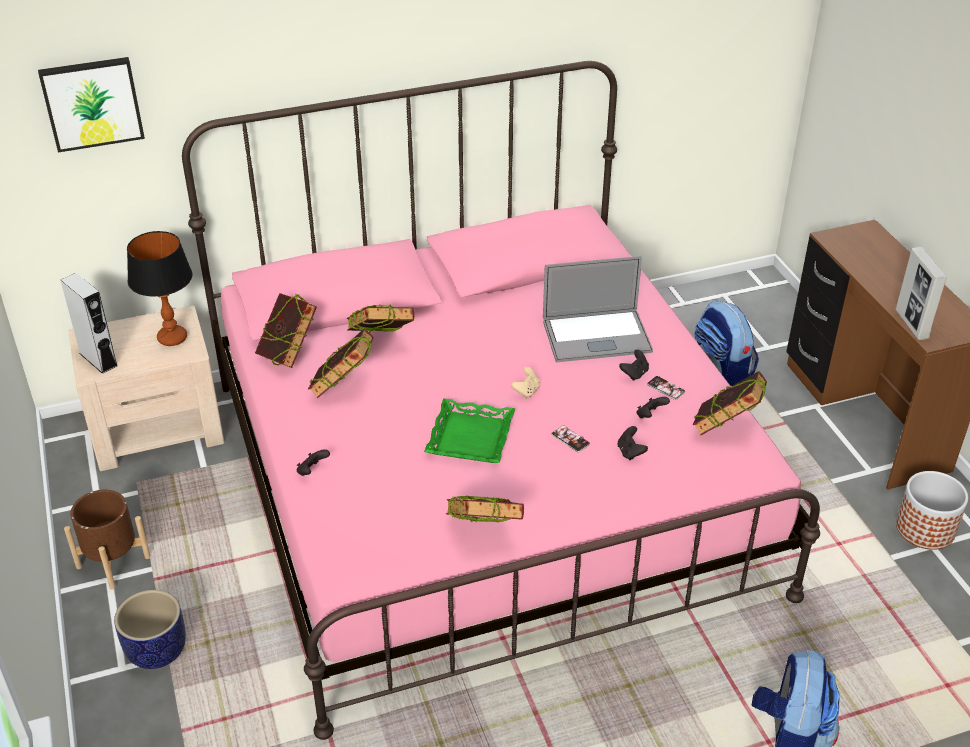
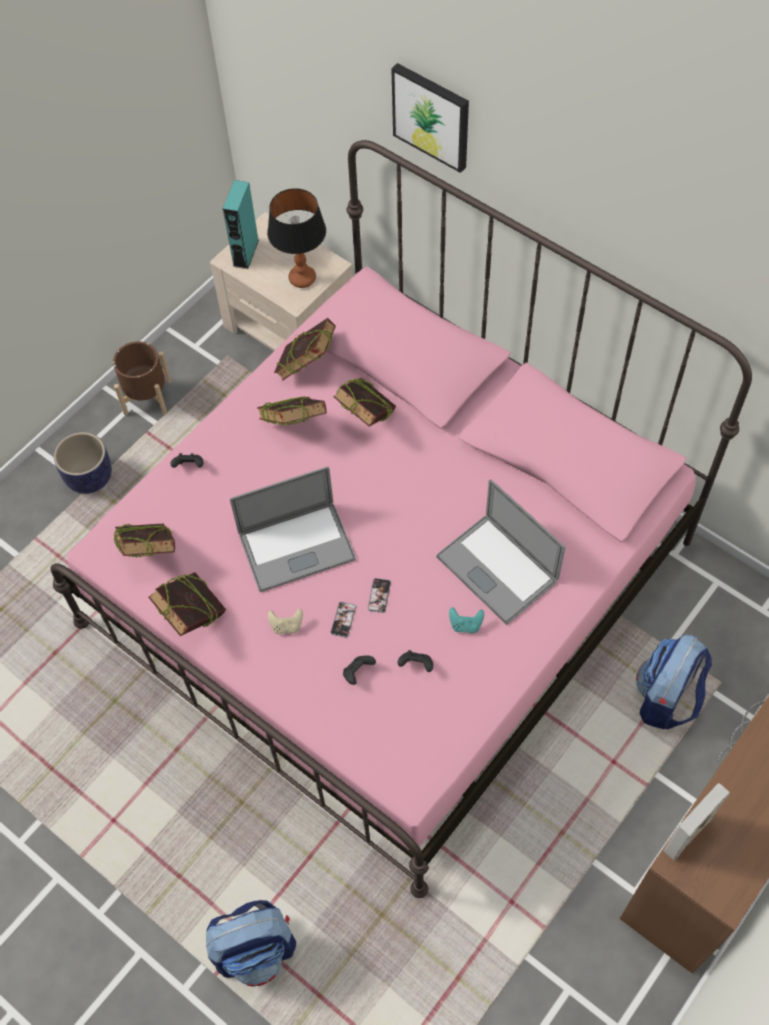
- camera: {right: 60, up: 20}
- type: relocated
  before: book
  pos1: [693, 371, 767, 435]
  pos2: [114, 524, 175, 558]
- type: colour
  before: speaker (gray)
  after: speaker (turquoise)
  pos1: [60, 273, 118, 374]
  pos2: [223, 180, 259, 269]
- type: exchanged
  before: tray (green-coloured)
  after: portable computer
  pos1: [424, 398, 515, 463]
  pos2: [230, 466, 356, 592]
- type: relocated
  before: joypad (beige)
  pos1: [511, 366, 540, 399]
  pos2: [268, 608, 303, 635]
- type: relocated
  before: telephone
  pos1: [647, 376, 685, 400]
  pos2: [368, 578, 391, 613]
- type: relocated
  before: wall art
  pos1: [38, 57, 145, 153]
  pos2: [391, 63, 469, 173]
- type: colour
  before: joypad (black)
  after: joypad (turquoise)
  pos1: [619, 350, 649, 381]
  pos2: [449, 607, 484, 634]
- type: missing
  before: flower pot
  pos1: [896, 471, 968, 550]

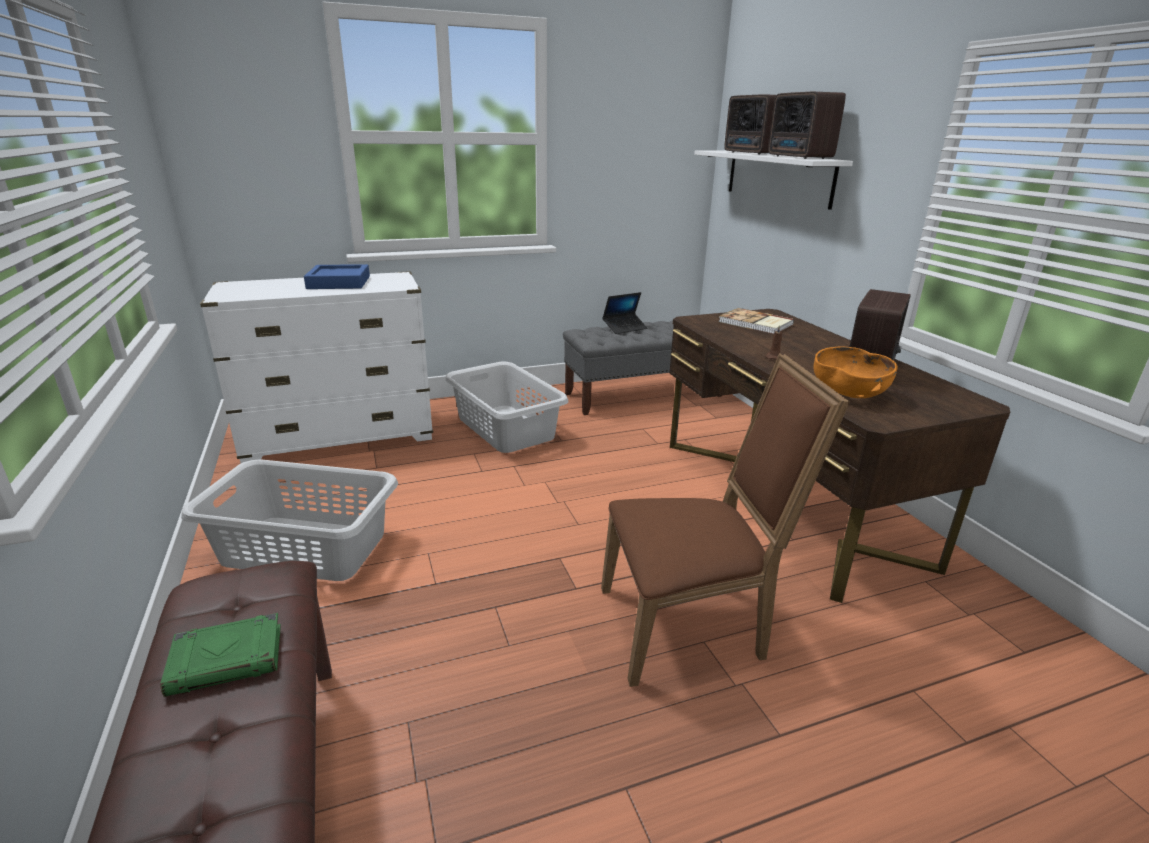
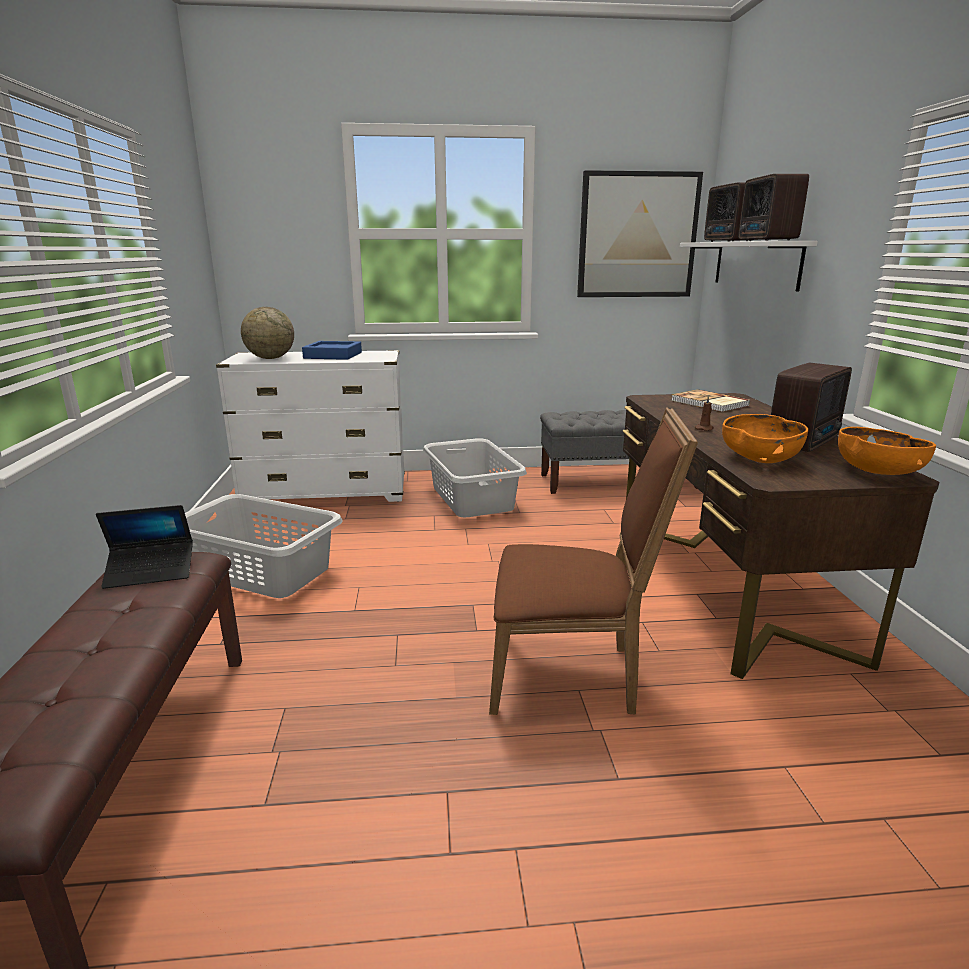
- camera: {right: 15, up: -5}
- type: relocated
  before: portable computer
  pos1: [602, 292, 648, 334]
  pos2: [96, 505, 193, 589]
- type: appeared
  after: globe
  pos2: [241, 307, 294, 359]
- type: appeared
  after: wall art
  pos2: [577, 170, 703, 297]
- type: appeared
  after: deep dish (orange-coloured)
  pos2: [838, 427, 936, 475]
- type: missing
  before: book (green-coloured)
  pos1: [160, 613, 281, 697]

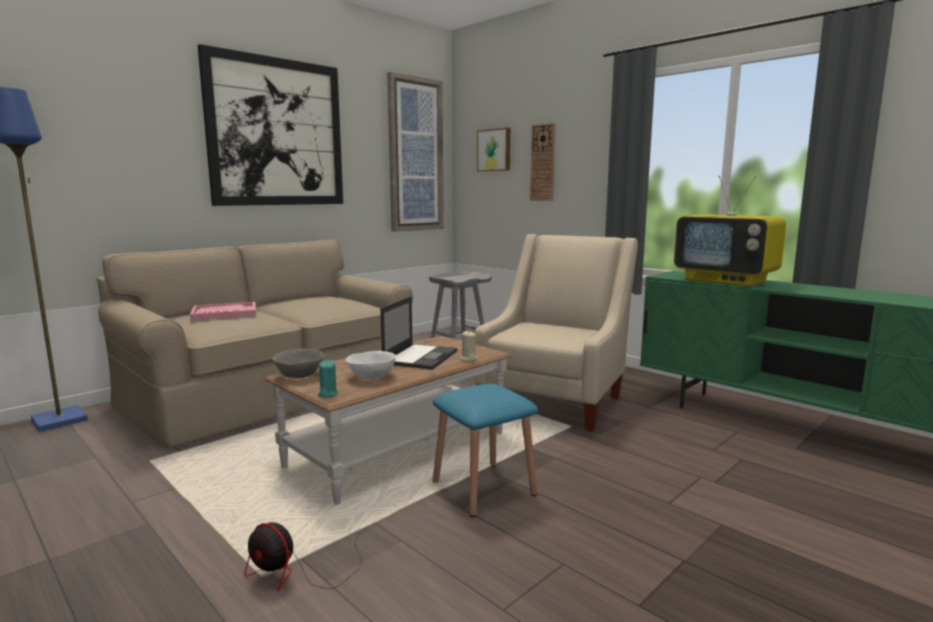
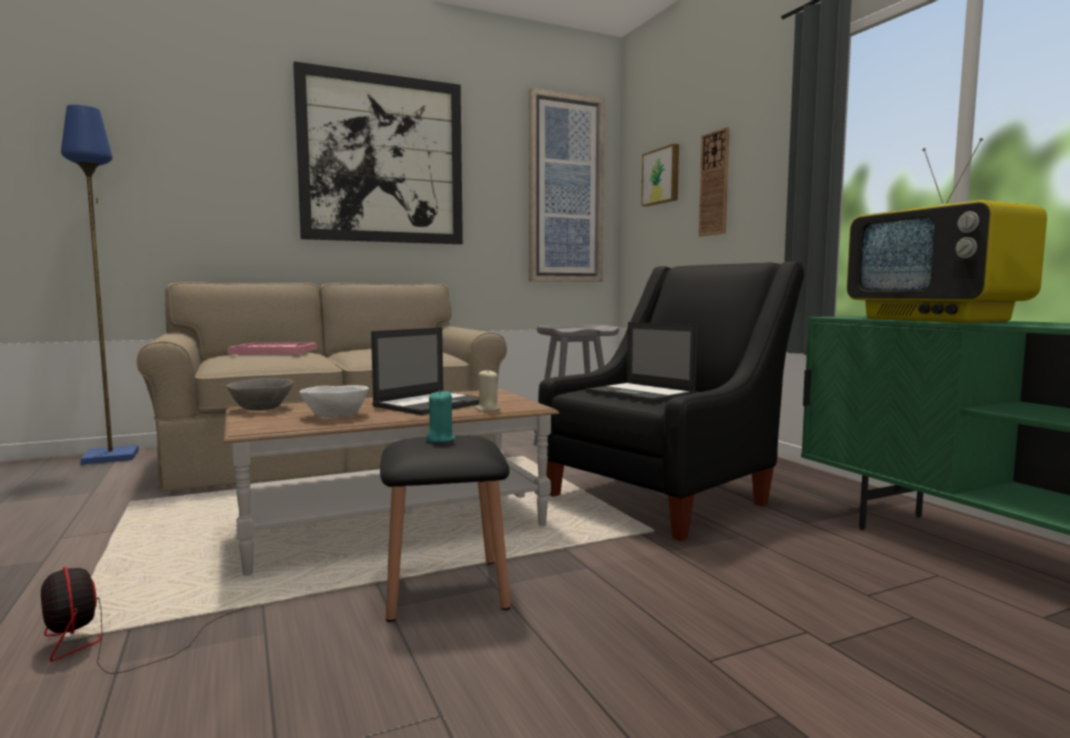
- camera: {right: 20, up: -5}
- type: colour
  before: stool (bluish)
  after: stool (black)
  pos1: [433, 384, 538, 517]
  pos2: [380, 435, 511, 622]
- type: relocated
  before: wax candle (turquoise)
  pos1: [318, 360, 339, 398]
  pos2: [426, 390, 455, 442]
- type: colour
  before: armchair (beige)
  after: armchair (black)
  pos1: [474, 234, 638, 431]
  pos2: [538, 261, 804, 541]
- type: appeared
  after: portable computer
  pos2: [585, 322, 697, 403]

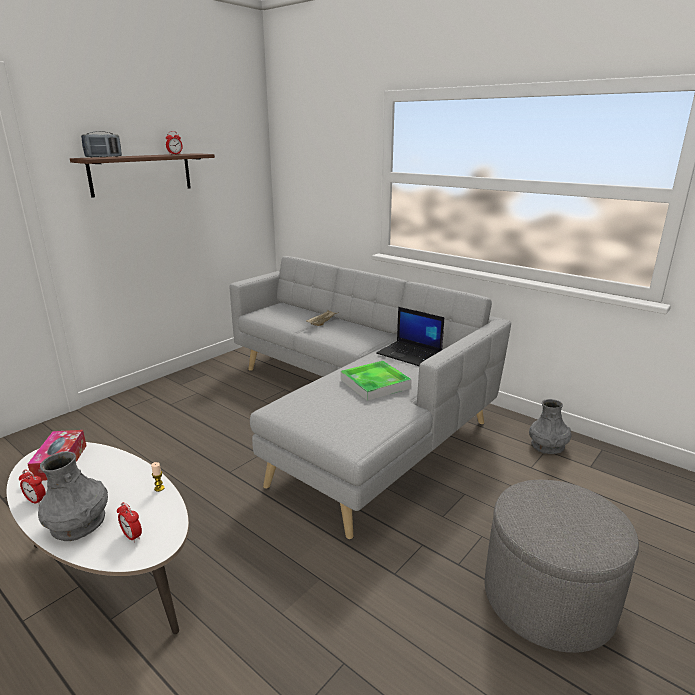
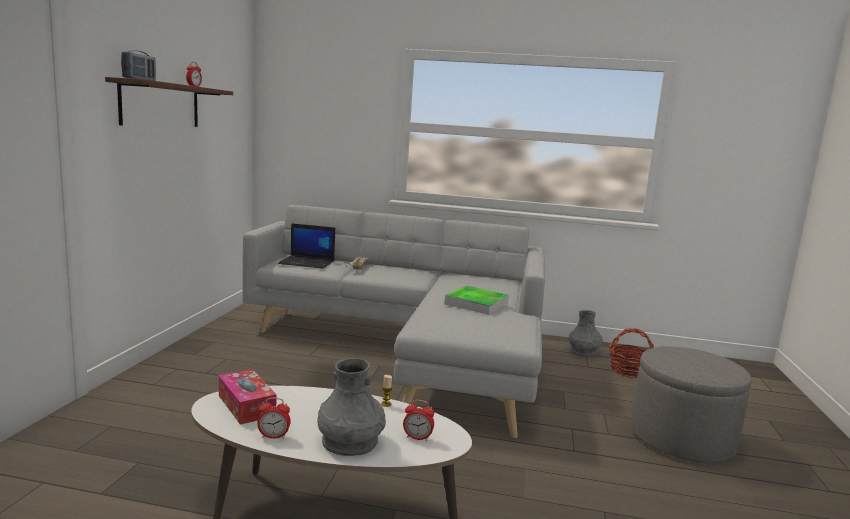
- camera: {right: -30, up: -10}
- type: relocated
  before: portable computer
  pos1: [376, 307, 444, 366]
  pos2: [278, 223, 335, 269]
- type: appeared
  after: household basket
  pos2: [609, 328, 654, 378]

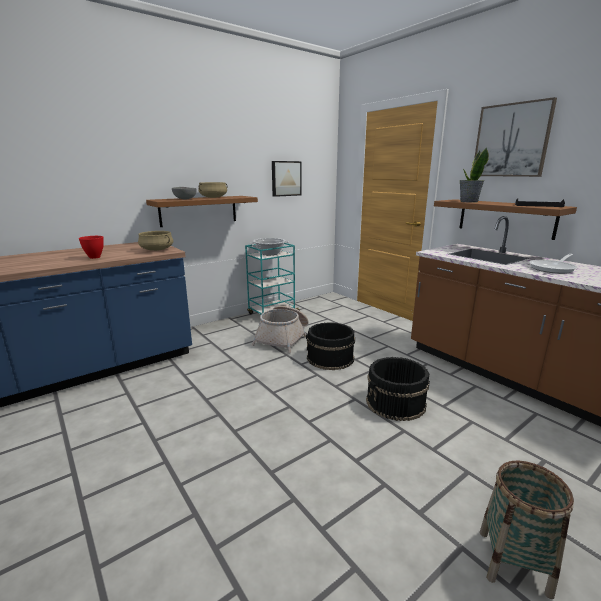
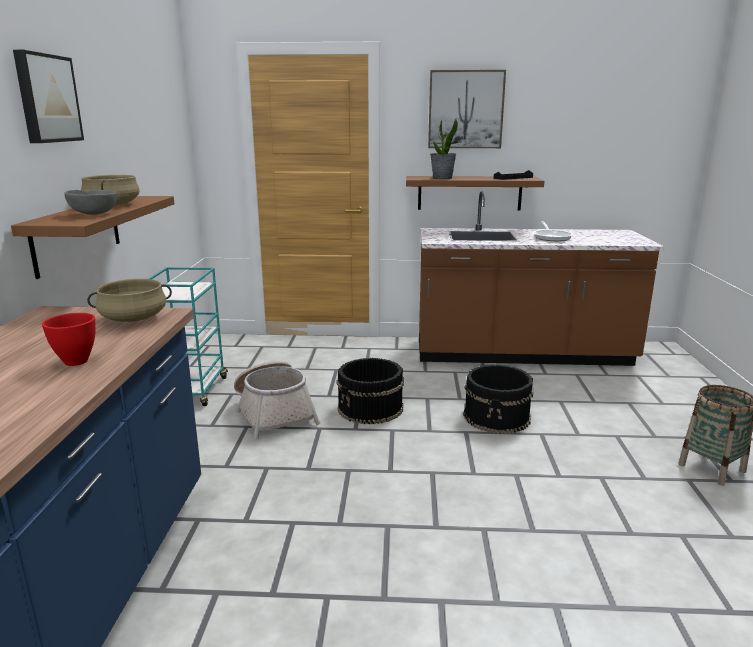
- camera: {right: -50, up: 0}
- type: relocated
  before: wall art
  pos1: [272, 161, 301, 197]
  pos2: [13, 50, 84, 143]
- type: missing
  before: stockpot
  pos1: [250, 238, 289, 255]

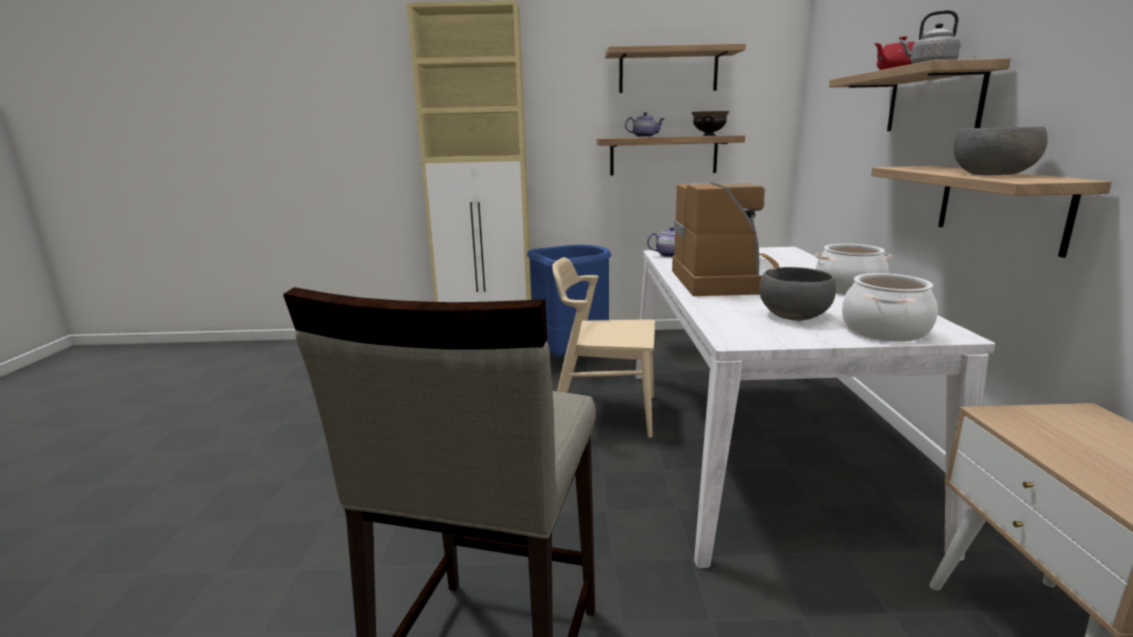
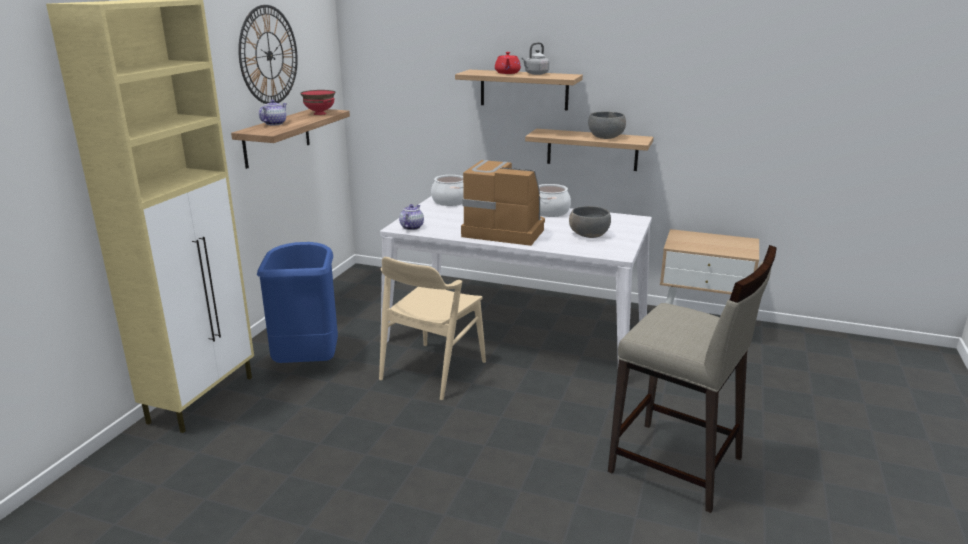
- camera: {right: -70, up: 5}
- type: exchanged
  before: shelf
  after: wall clock
  pos1: [605, 44, 746, 93]
  pos2: [238, 5, 298, 104]
- type: colour
  before: deep dish (black)
  after: deep dish (reddish)
  pos1: [692, 111, 729, 136]
  pos2: [300, 90, 335, 115]
- type: relocated
  before: stockpot
  pos1: [842, 273, 938, 342]
  pos2: [431, 175, 464, 206]

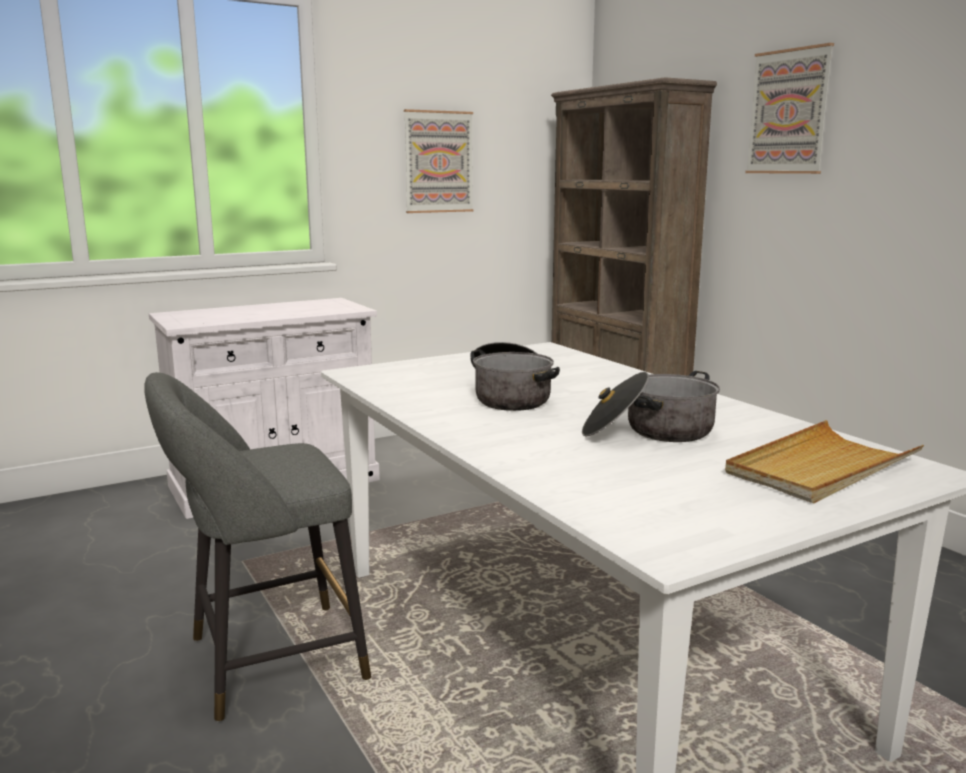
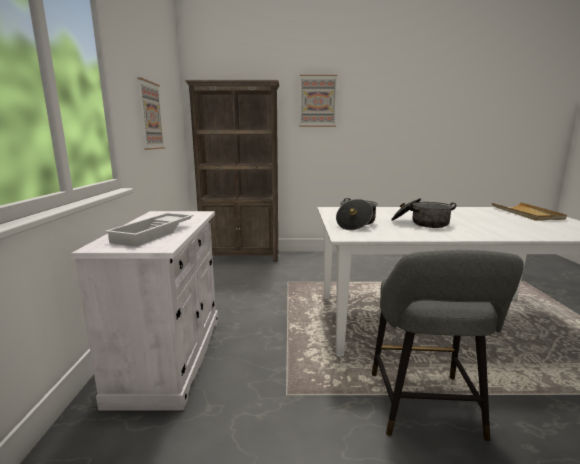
- camera: {right: -60, up: 0}
- type: appeared
  after: tray (whitish)
  pos2: [105, 213, 193, 247]
- type: relocated
  before: stockpot
  pos1: [582, 371, 720, 442]
  pos2: [336, 198, 377, 230]

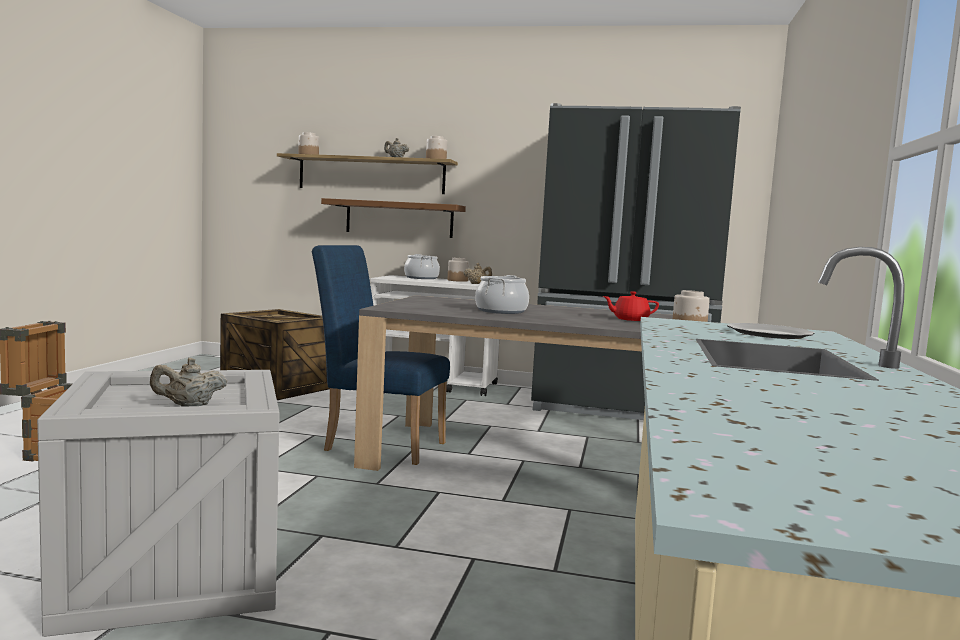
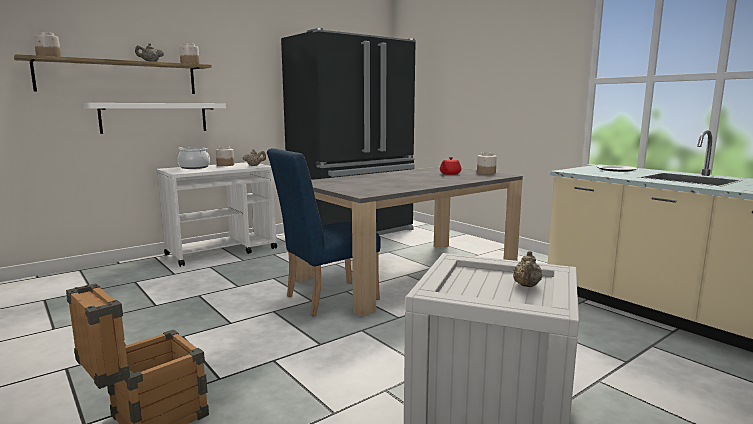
- camera: {right: -50, up: 5}
- type: colour
  before: shelf (brownish)
  after: shelf (whitish)
  pos1: [321, 198, 466, 238]
  pos2: [84, 103, 226, 134]
- type: missing
  before: packing crate
  pos1: [220, 309, 330, 400]
- type: missing
  before: stockpot
  pos1: [475, 275, 529, 314]

